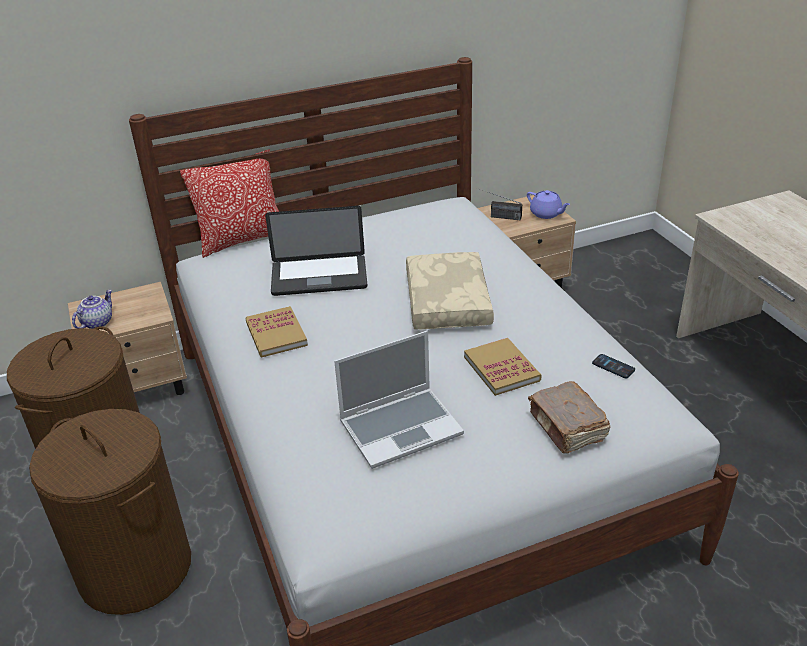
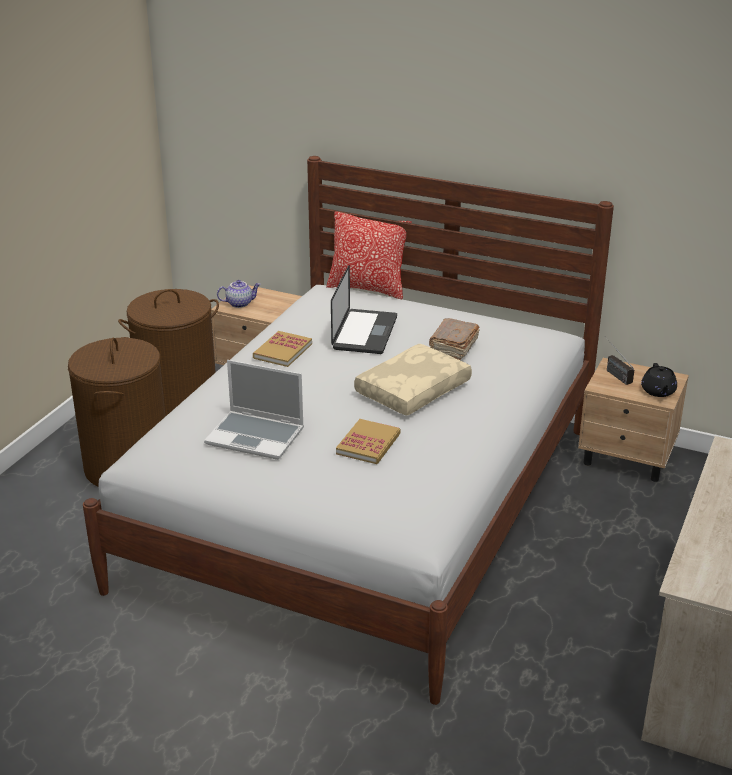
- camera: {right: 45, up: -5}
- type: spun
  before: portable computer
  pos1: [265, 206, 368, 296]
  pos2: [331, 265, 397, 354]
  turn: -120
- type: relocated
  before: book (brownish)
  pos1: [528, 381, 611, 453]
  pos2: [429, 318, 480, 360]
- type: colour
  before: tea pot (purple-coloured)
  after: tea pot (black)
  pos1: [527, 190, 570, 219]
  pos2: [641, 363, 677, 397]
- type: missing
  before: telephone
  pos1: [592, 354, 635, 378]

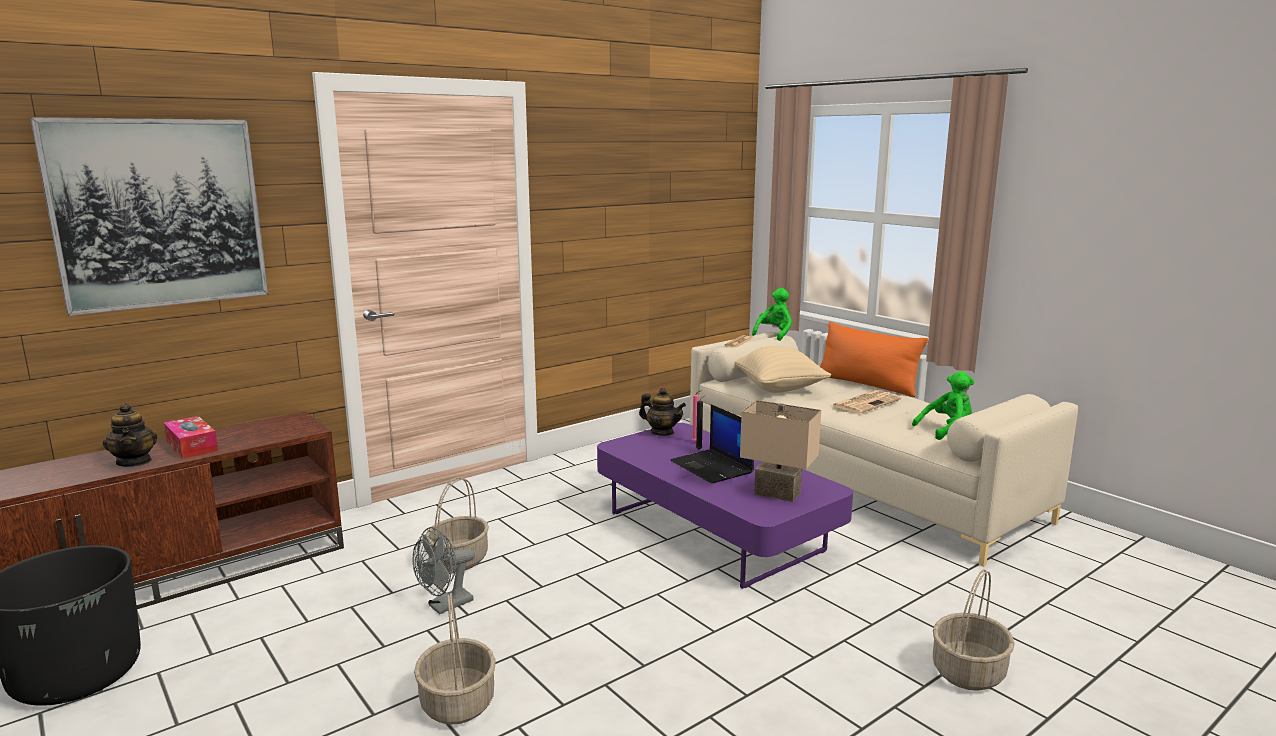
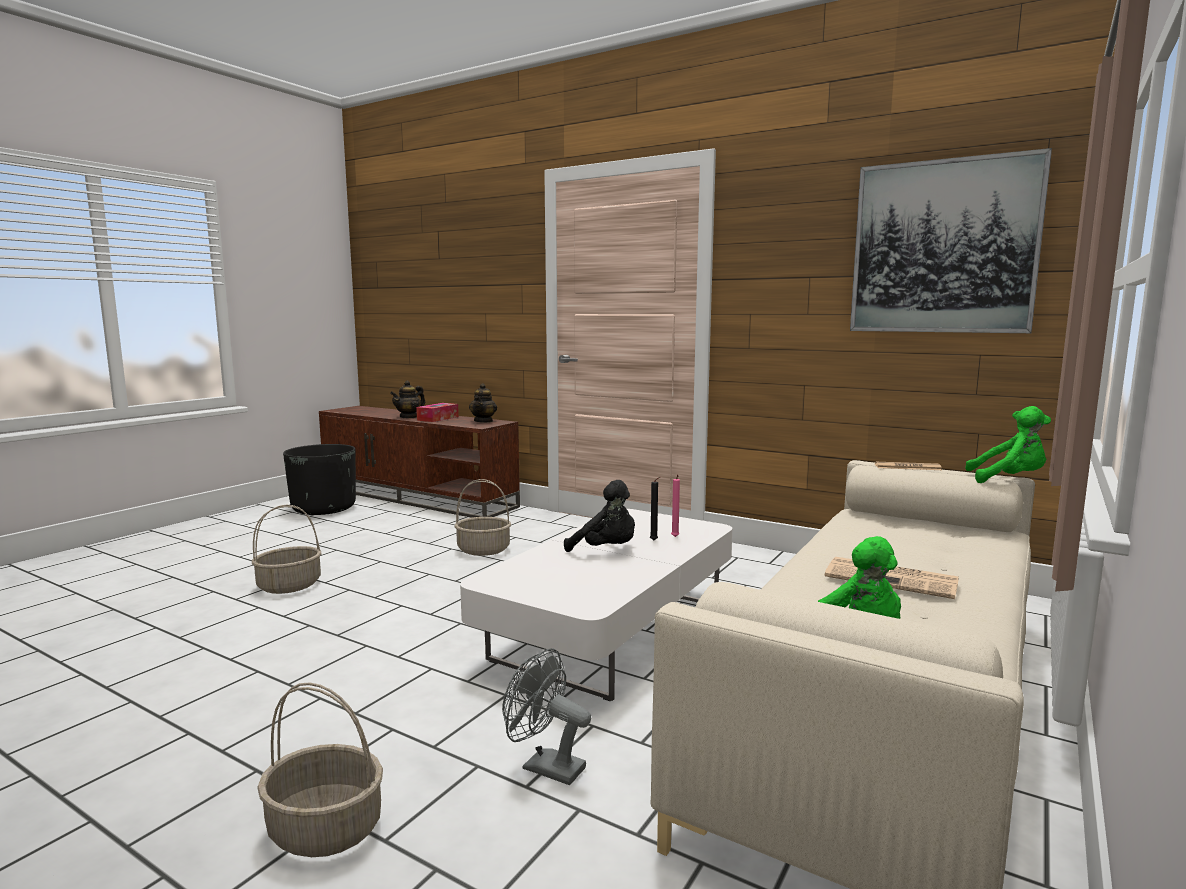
- camera: {right: 70, up: -5}
- type: colour
  before: coffee table (purple-coloured)
  after: coffee table (whitish)
  pos1: [597, 423, 853, 589]
  pos2: [460, 509, 732, 702]
- type: relocated
  before: tea pot
  pos1: [639, 388, 686, 436]
  pos2: [469, 383, 497, 423]
- type: relocated
  before: electric fan (gray)
  pos1: [413, 527, 475, 614]
  pos2: [502, 648, 591, 785]
- type: exchanged
  before: portable computer
  after: plush toy (black)
  pos1: [670, 404, 754, 484]
  pos2: [564, 480, 635, 552]
- type: relocated
  before: wall art
  pos1: [30, 117, 268, 316]
  pos2: [850, 148, 1052, 333]
- type: missing
  before: cushion (beige)
  pos1: [735, 346, 831, 393]
- type: missing
  before: table lamp (beige)
  pos1: [740, 400, 821, 502]
- type: missing
  before: cushion (orange-coloured)
  pos1: [820, 322, 928, 397]

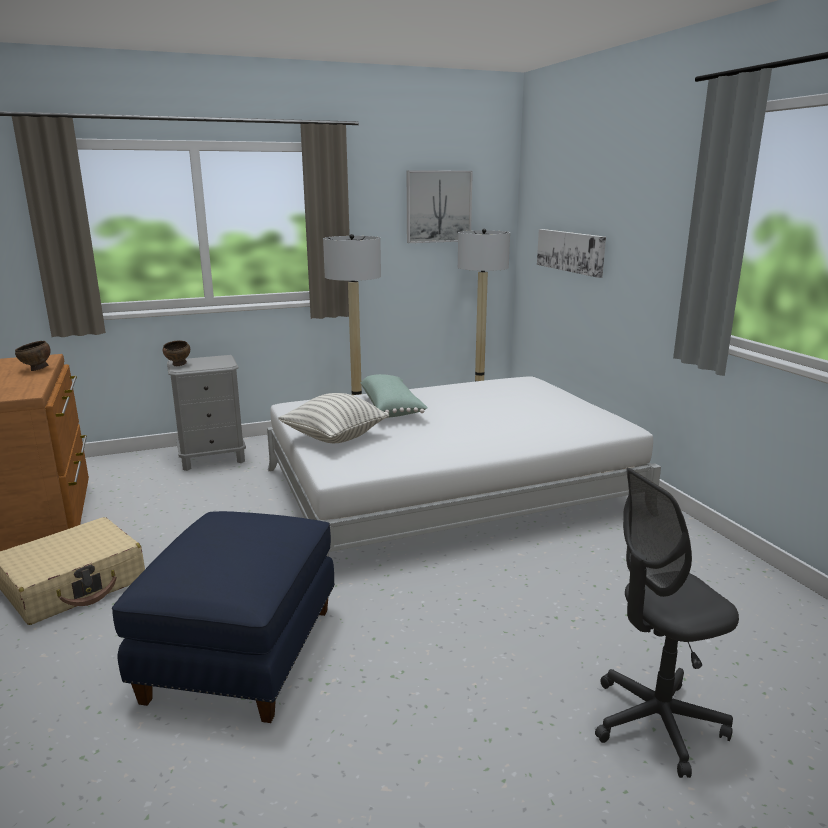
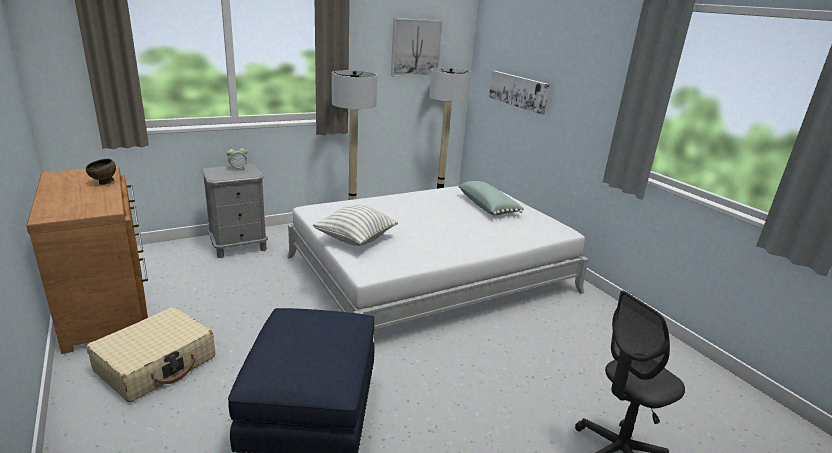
- camera: {right: -10, up: 5}
- type: appeared
  after: bedside clock
  pos2: [226, 145, 247, 172]
- type: relocated
  before: cushion (green-coloured)
  pos1: [361, 374, 428, 417]
  pos2: [458, 181, 524, 215]
- type: missing
  before: deep dish (brownish)
  pos1: [163, 341, 190, 366]

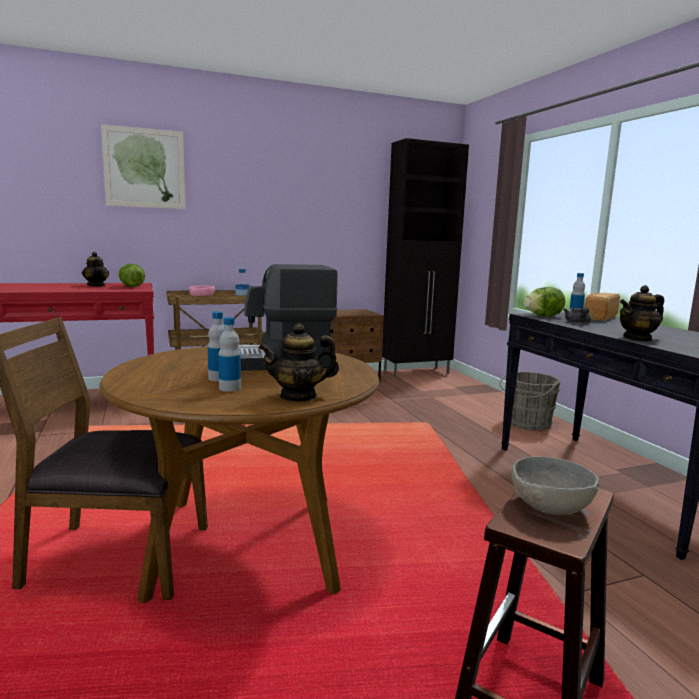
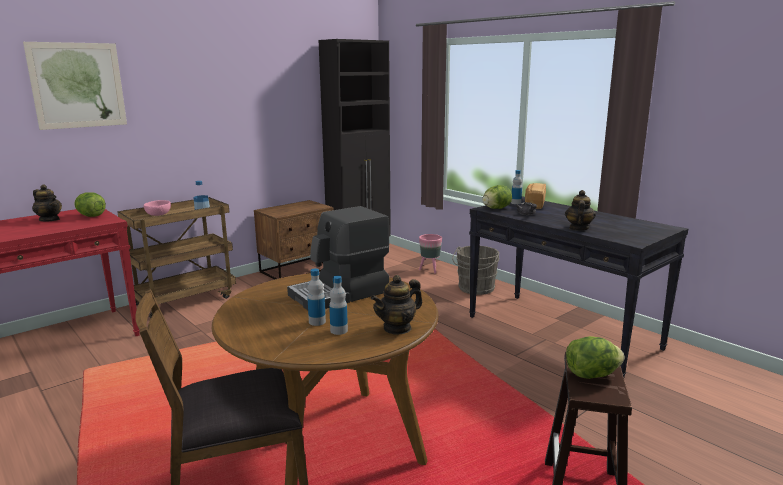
- camera: {right: -20, up: 5}
- type: appeared
  after: flower pot (pink-coloured)
  pos2: [419, 234, 442, 274]
- type: spun
  before: tea pot
  pos1: [620, 285, 664, 341]
  pos2: [565, 190, 596, 230]
  turn: 150
- type: exchanged
  before: deep dish (gray)
  after: lettuce
  pos1: [511, 456, 599, 515]
  pos2: [566, 336, 624, 379]

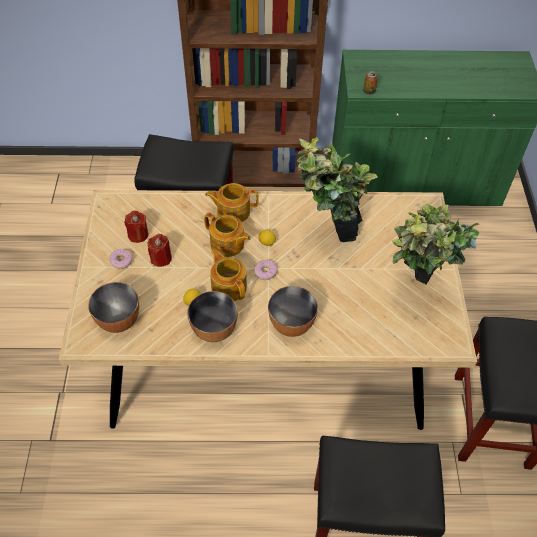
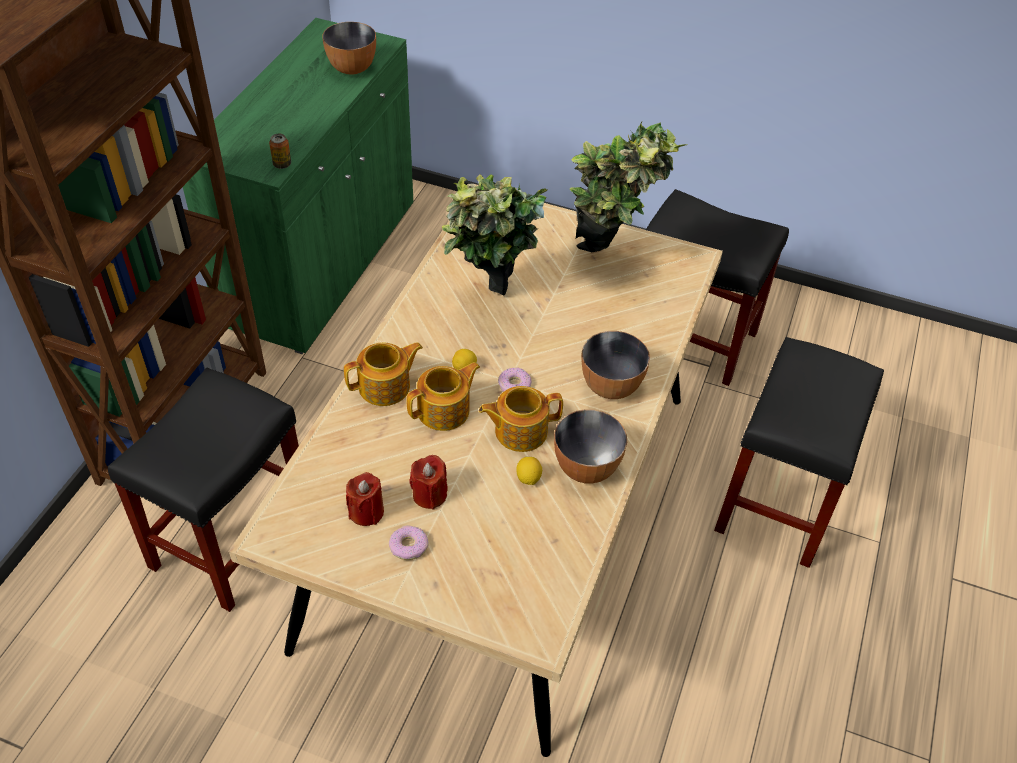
- camera: {right: -70, up: -5}
- type: relocated
  before: deep dish
  pos1: [88, 282, 139, 333]
  pos2: [322, 22, 376, 75]
- type: spun
  before: tea pot
  pos1: [205, 183, 259, 222]
  pos2: [344, 342, 423, 406]
  turn: -135

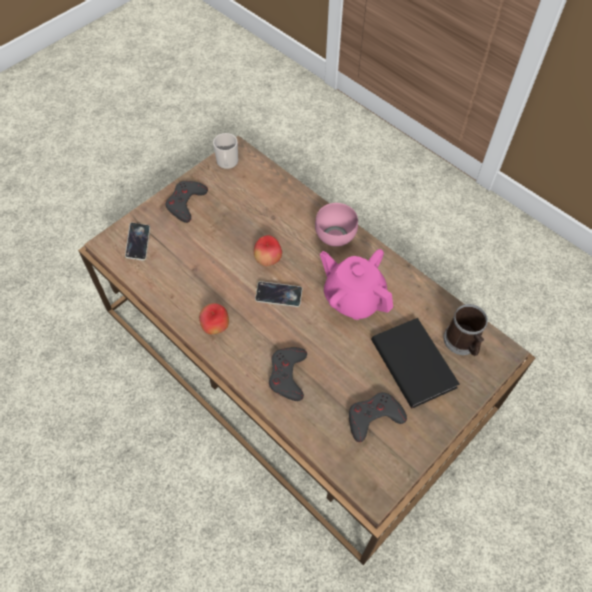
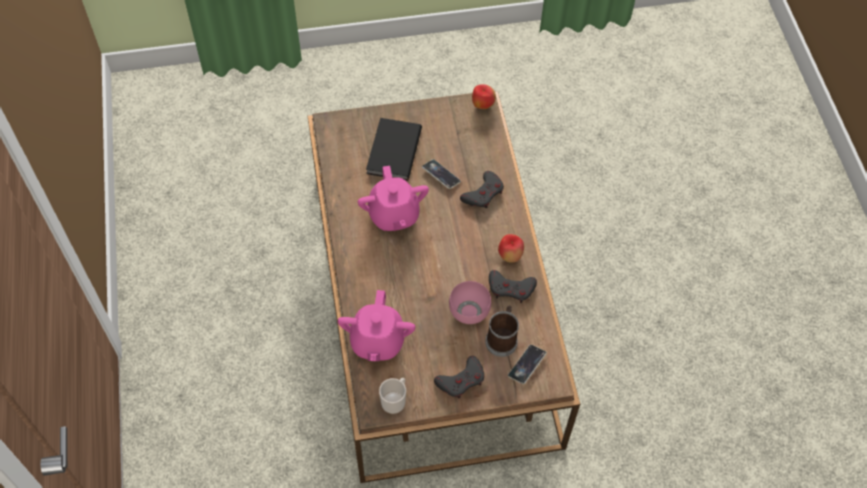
- camera: {right: -145, up: 0}
- type: appeared
  after: tea pot (pink-coloured)
  pos2: [338, 290, 415, 361]
- type: relocated
  before: telephone
  pos1: [255, 281, 302, 307]
  pos2: [422, 159, 461, 189]
- type: relocated
  before: deep dish (pink-coloured)
  pos1: [315, 203, 358, 247]
  pos2: [449, 281, 491, 324]
- type: relocated
  before: apple fruit
  pos1: [254, 235, 282, 266]
  pos2: [472, 84, 496, 109]
- type: relocated
  before: tea mug
  pos1: [443, 304, 488, 356]
  pos2: [485, 305, 519, 357]
- type: relocated
  before: joypad (gray)
  pos1: [349, 392, 407, 442]
  pos2: [489, 270, 537, 303]

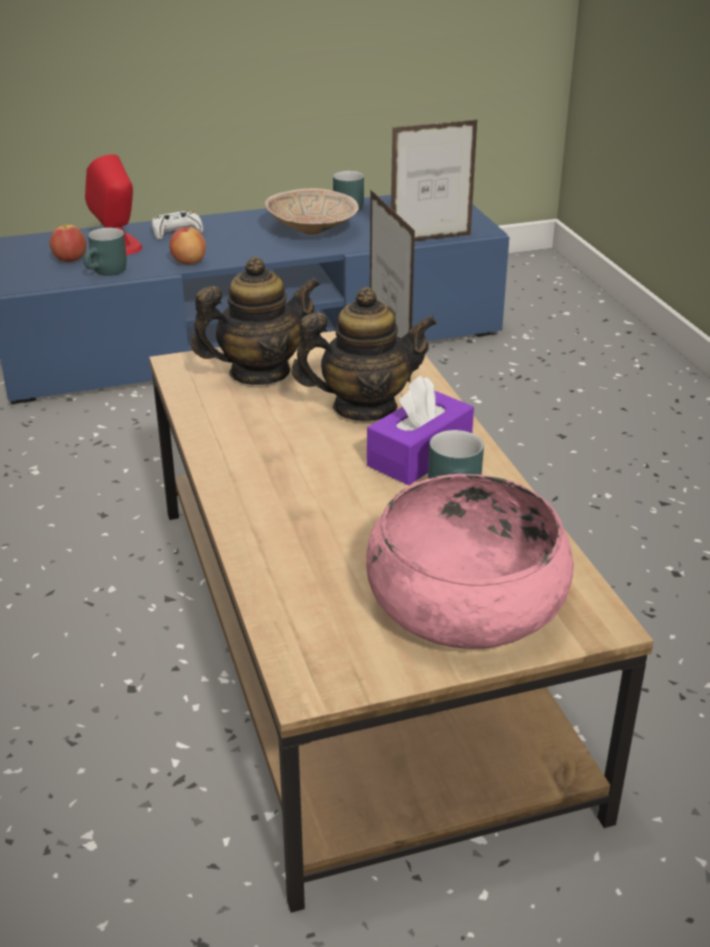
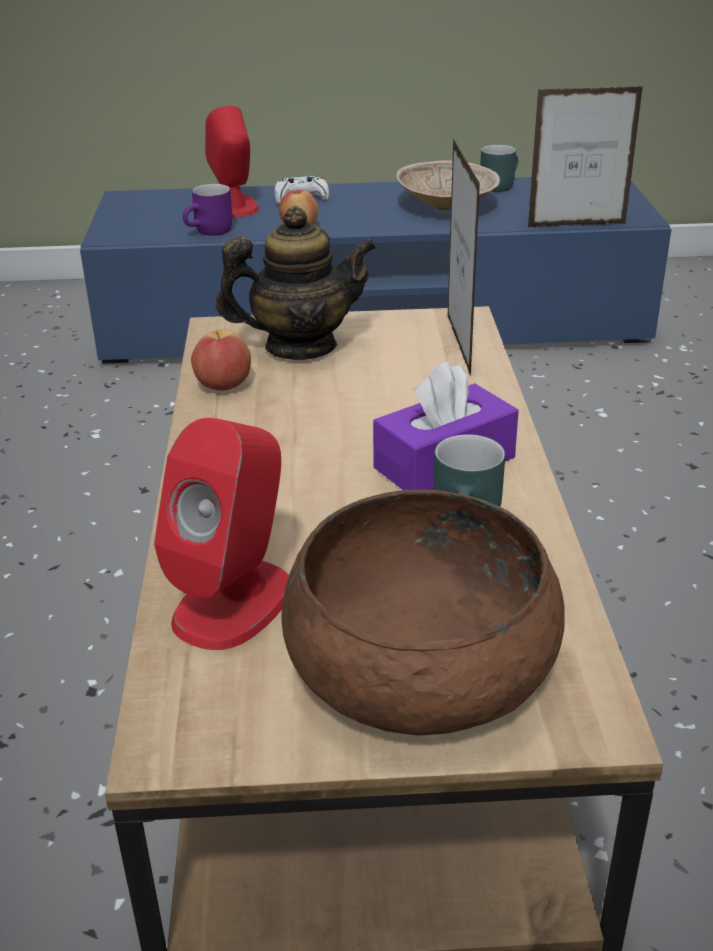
- camera: {right: 15, up: 0}
- type: appeared
  after: speaker (reddish)
  pos2: [154, 418, 289, 650]
- type: colour
  before: tea mug (turquoise)
  after: tea mug (purple-coloured)
  pos1: [83, 228, 127, 276]
  pos2: [183, 184, 232, 236]
- type: relocated
  before: apple fruit
  pos1: [49, 225, 86, 262]
  pos2: [191, 330, 251, 390]
- type: colour
  before: deep dish (pink-coloured)
  after: deep dish (brownish)
  pos1: [366, 474, 574, 649]
  pos2: [281, 489, 564, 736]
- type: missing
  before: tea pot
  pos1: [292, 287, 437, 422]

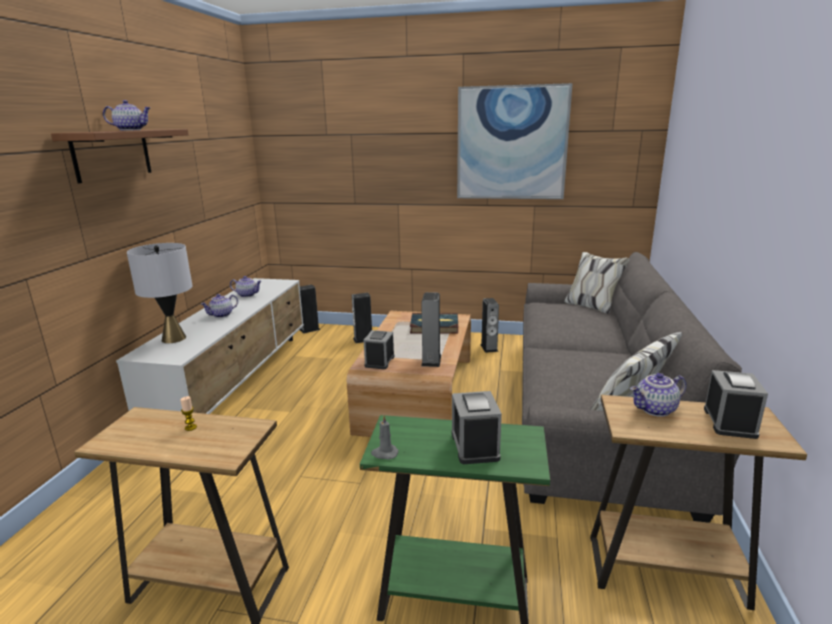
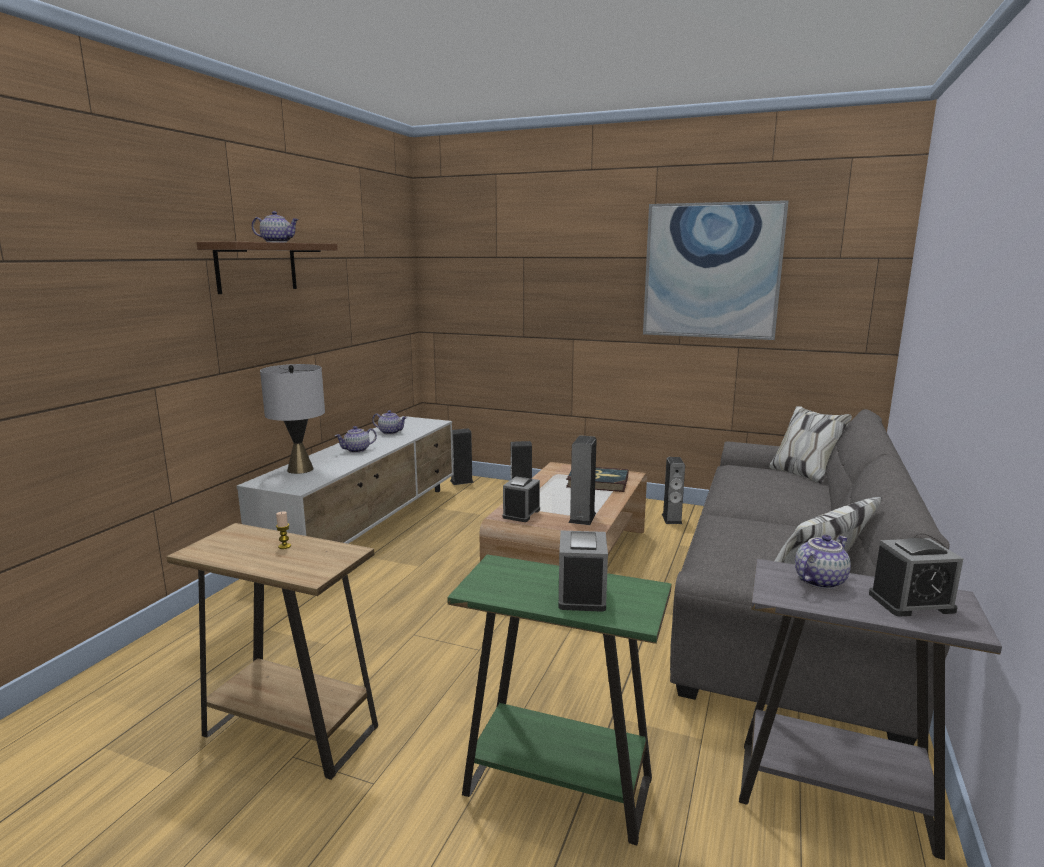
- camera: {right: 10, up: -5}
- type: colour
  before: end table (brownish)
  after: end table (gray)
  pos1: [590, 395, 807, 610]
  pos2: [739, 559, 1002, 860]
- type: spun
  before: tea pot
  pos1: [630, 373, 686, 417]
  pos2: [795, 535, 851, 589]
  turn: 150
- type: spun
  before: bedside clock
  pos1: [704, 370, 768, 439]
  pos2: [869, 538, 963, 617]
  turn: 60
- type: missing
  before: wax candle (gray)
  pos1: [371, 415, 399, 459]

